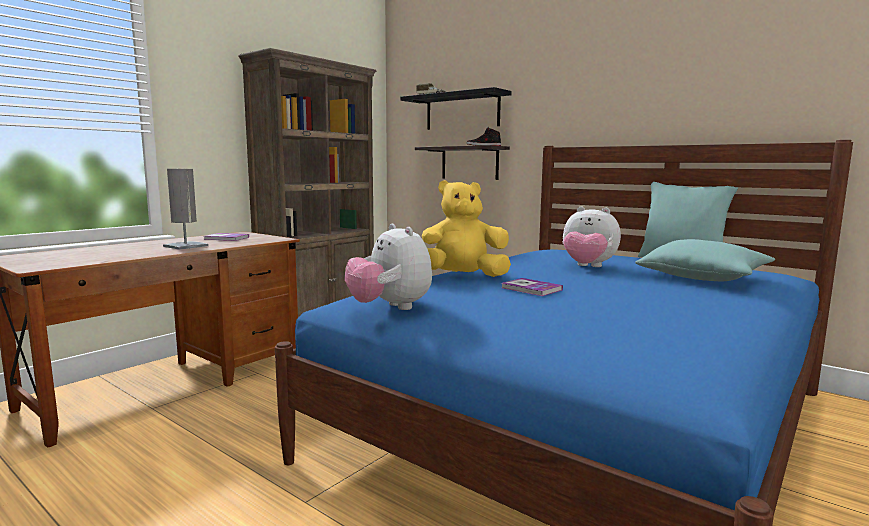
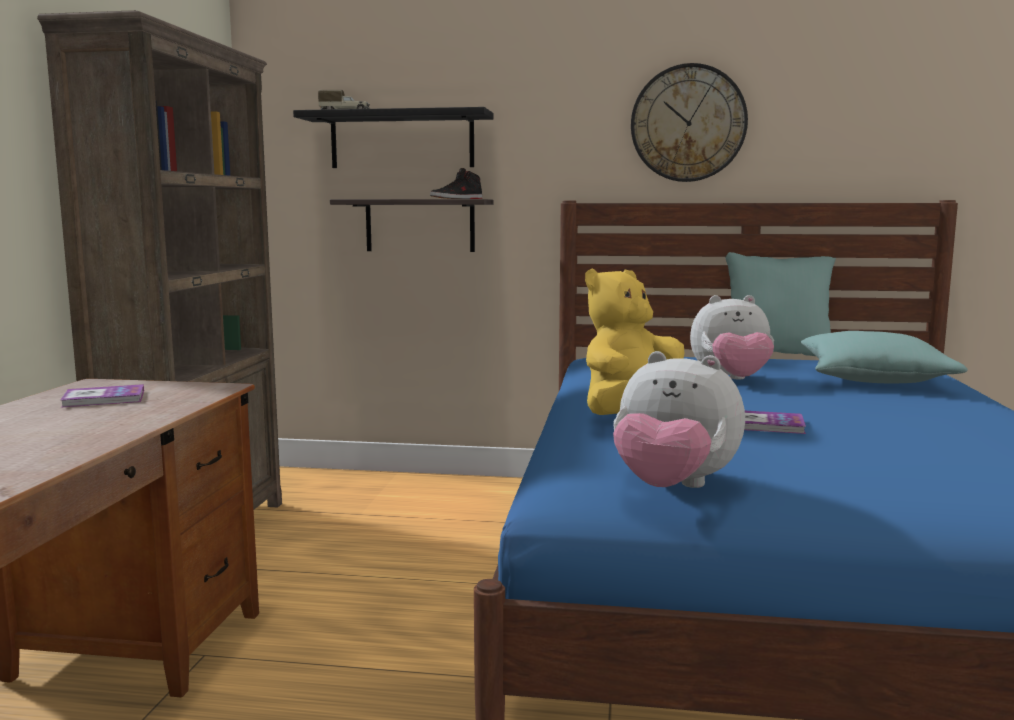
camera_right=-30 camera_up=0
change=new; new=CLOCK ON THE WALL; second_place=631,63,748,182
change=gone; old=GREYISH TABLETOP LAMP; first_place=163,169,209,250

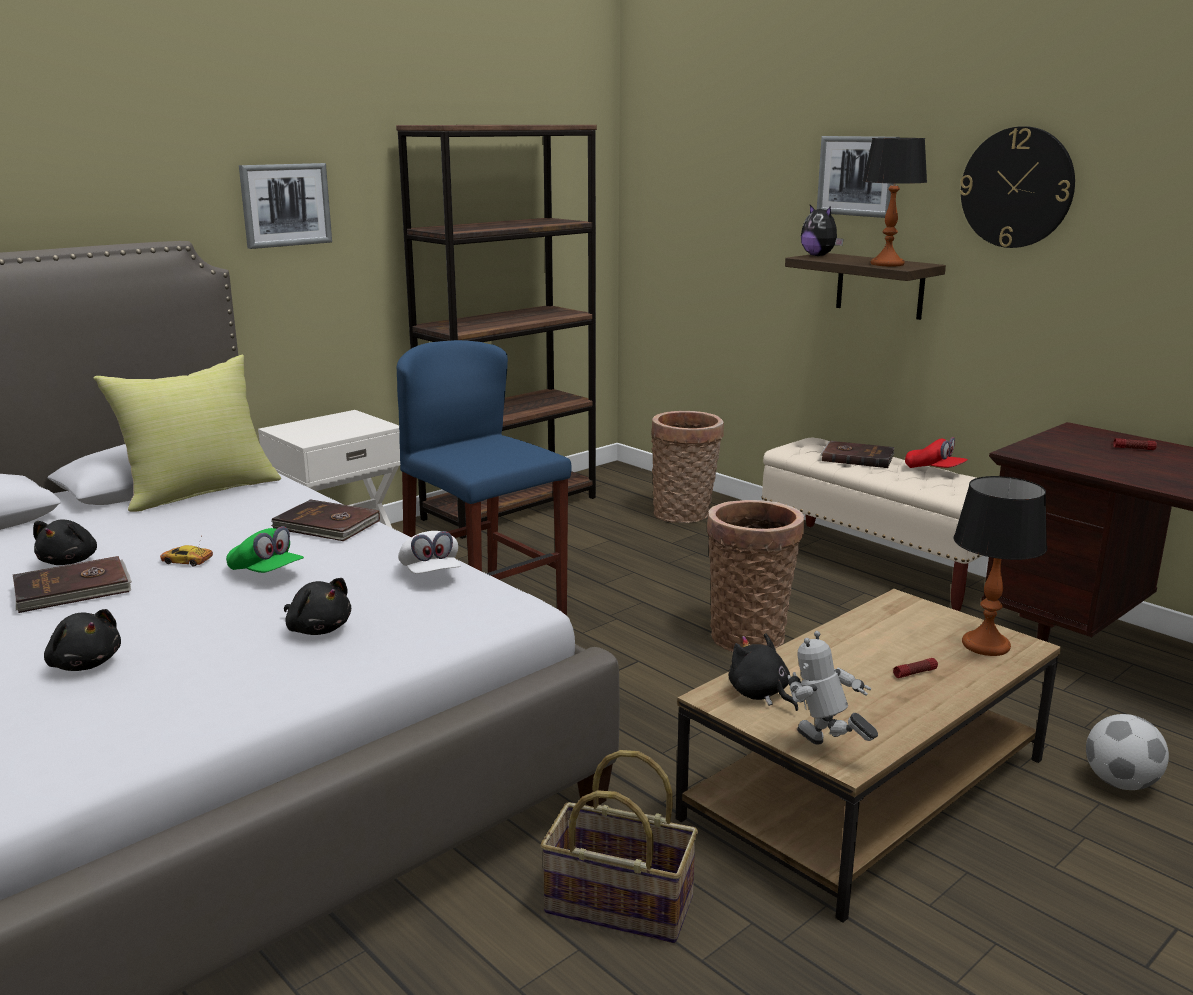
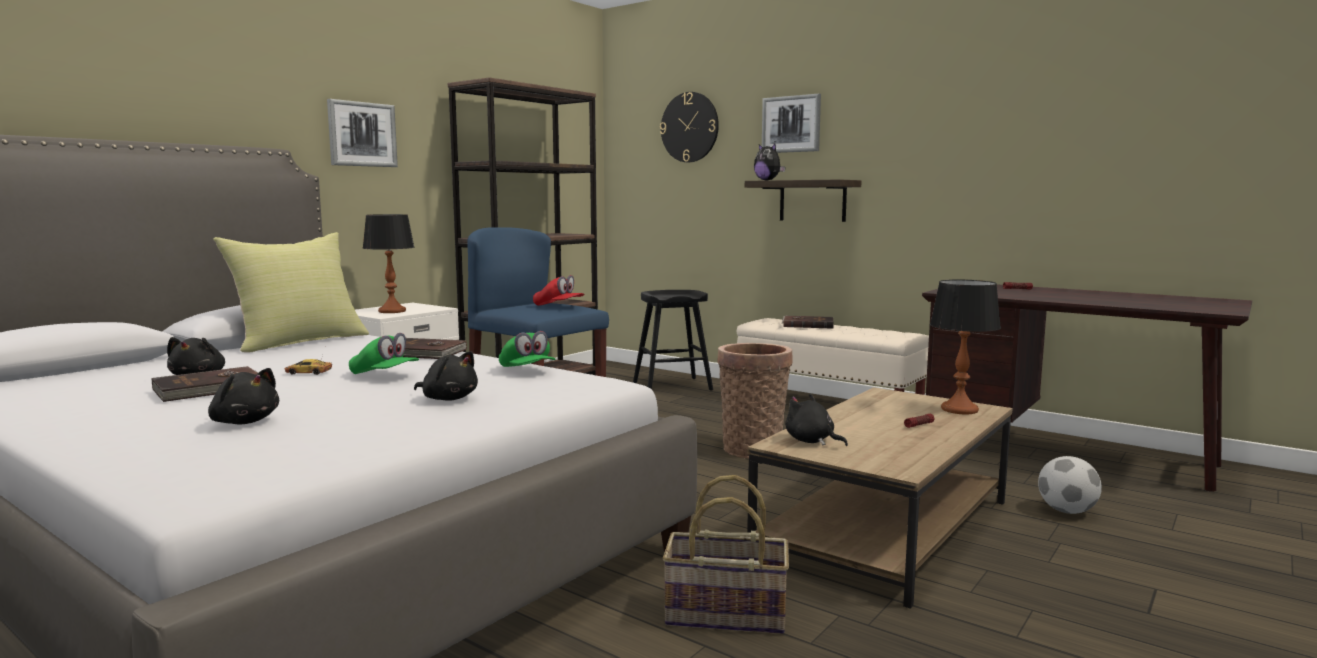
camera_right=-10 camera_up=-10
change=shifted; old=TABLETOP LAMP; first_place=863,138,927,266; second_place=363,214,415,313
change=repainted; old=WHITISH PEAKED CAP; new=GREEN PEAKED CAP; first_place=398,531,461,574; second_place=499,331,556,367
change=shifted; old=REDDISH PEAKED CAP; first_place=905,437,968,468; second_place=533,275,584,306
change=swapped; old=BASKET; new=BLACK-COLOURED STOOL SEAT; first_place=651,411,724,523; second_place=633,290,713,391
change=shifted; old=CLOCK ON THE WALL; first_place=960,126,1075,248; second_place=660,92,719,162
change=gone; old=TOY ROBOT; first_place=787,631,878,745

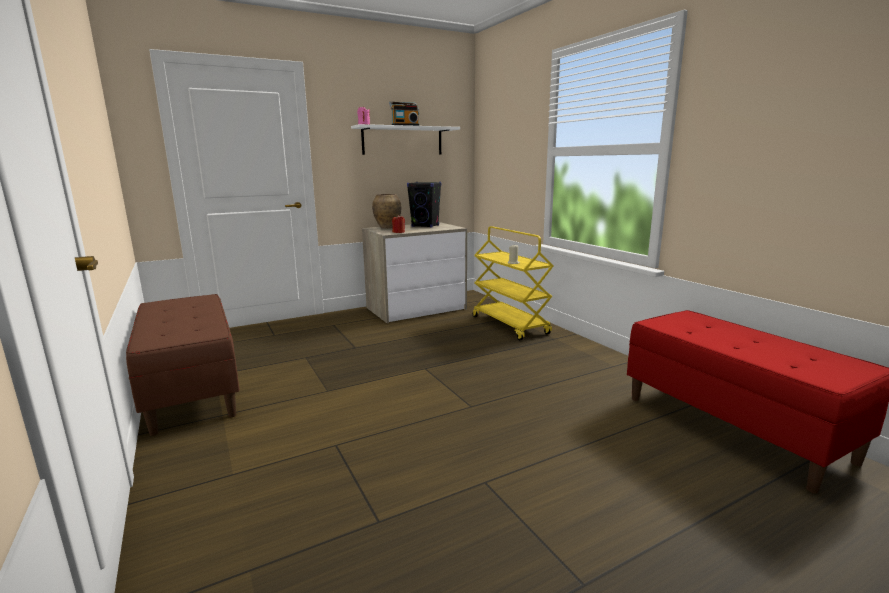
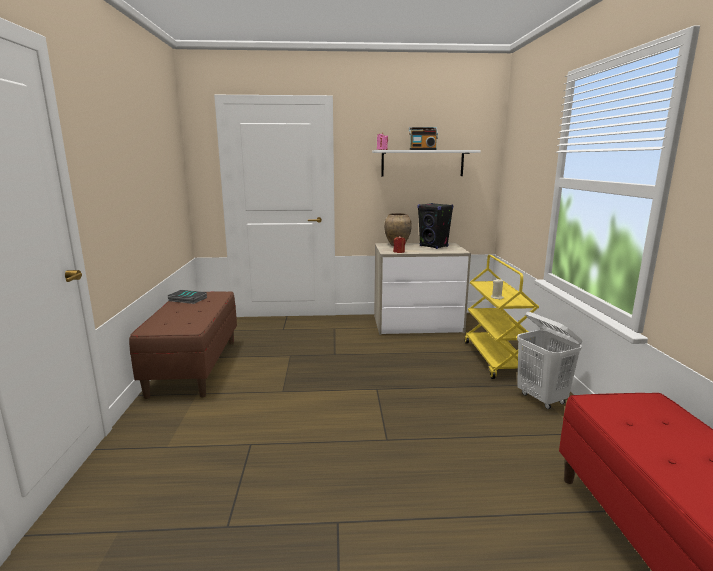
camera_right=25 camera_up=0
change=new; new=VOLUME; second_place=167,290,207,304
change=new; new=WHITISH HAMPER; second_place=517,312,582,409

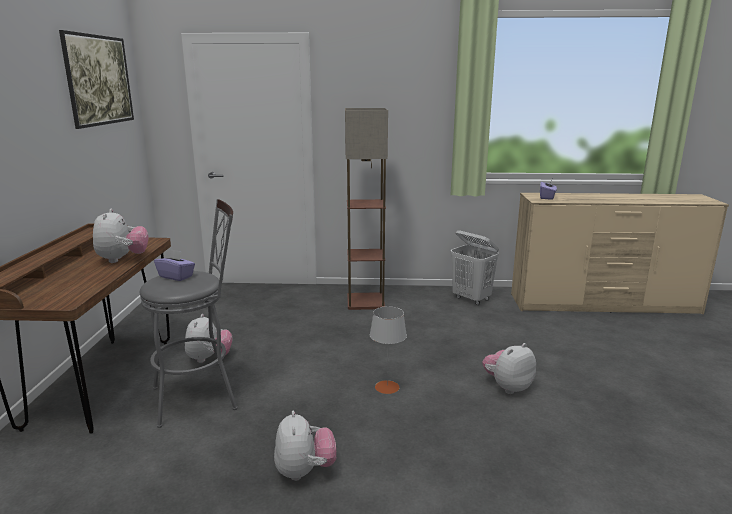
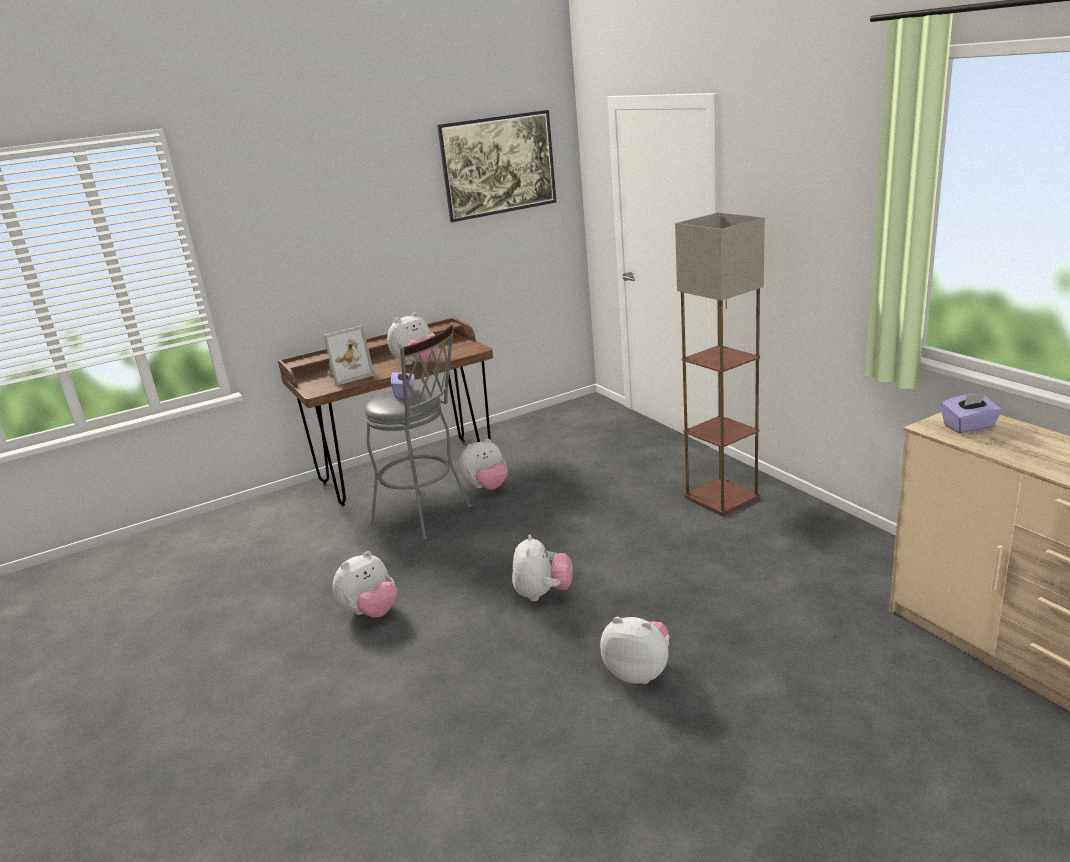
camera_right=60 camera_up=5
change=new; new=PHOTO FRAME; second_place=323,326,374,386
change=swapped; old=GREYISH TABLETOP LAMP; new=PLUSH TOY; first_place=370,306,407,394; second_place=512,535,572,602
change=gone; old=WHITISH HAMPER; first_place=451,230,499,305

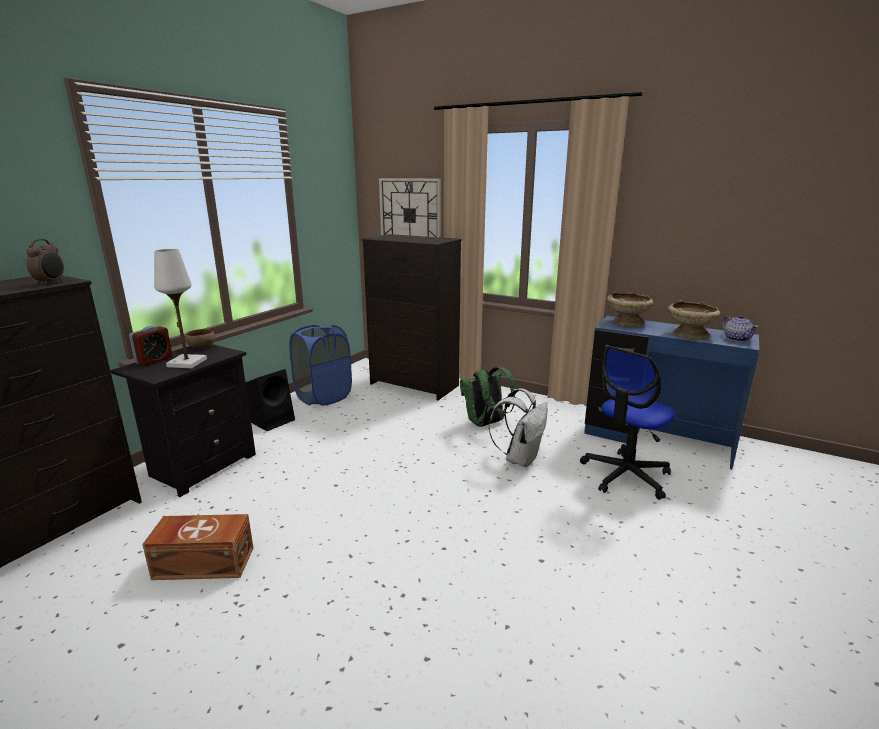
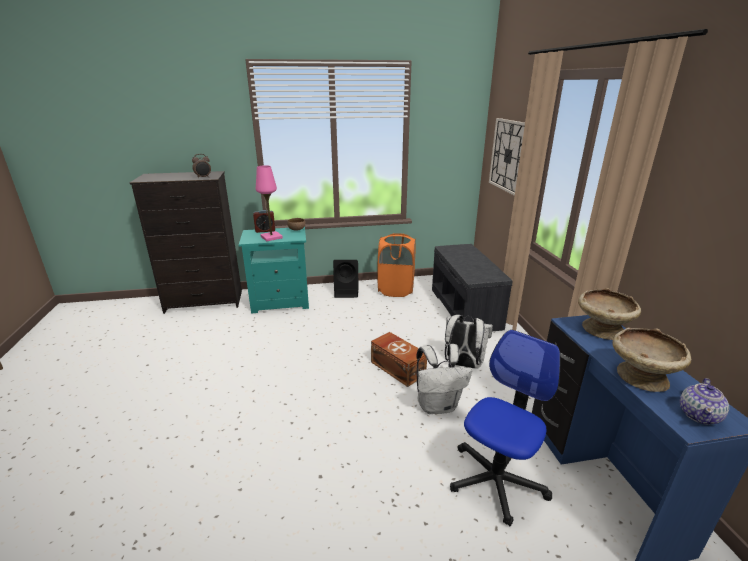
camera_right=50 camera_up=5
change=repainted; old=BLACK-COLOURED BEDSIDE TABLE; new=TURQUOISE BEDSIDE TABLE; first_place=110,344,256,497; second_place=239,227,309,313
change=repainted; old=WHITISH TABLETOP LAMP; new=PINK TABLETOP LAMP; first_place=154,249,207,368; second_place=256,165,283,241
change=shifted; old=BROWN STORAGE CONTAINER; first_place=142,514,253,580; second_place=371,332,427,387
change=repainted; old=BLUE HAMPER; new=ORANGE-COLOURED HAMPER; first_place=289,325,352,406; second_place=378,233,416,297
change=swapped; old=BLACK-COLOURED DRAWER CHEST; new=GREYISH LONG SEAT; first_place=361,234,462,401; second_place=432,244,512,332
change=repainted; old=GREEN KNAPSACK; new=WHITISH KNAPSACK; first_place=460,367,515,427; second_place=445,315,493,369
change=rotated; old=DESK CHAIR; first_place=580,346,675,500; second_place=450,330,560,526; degrees=120

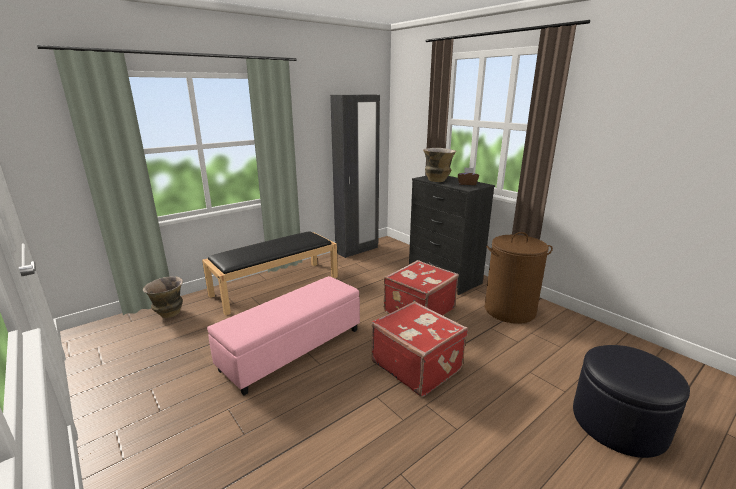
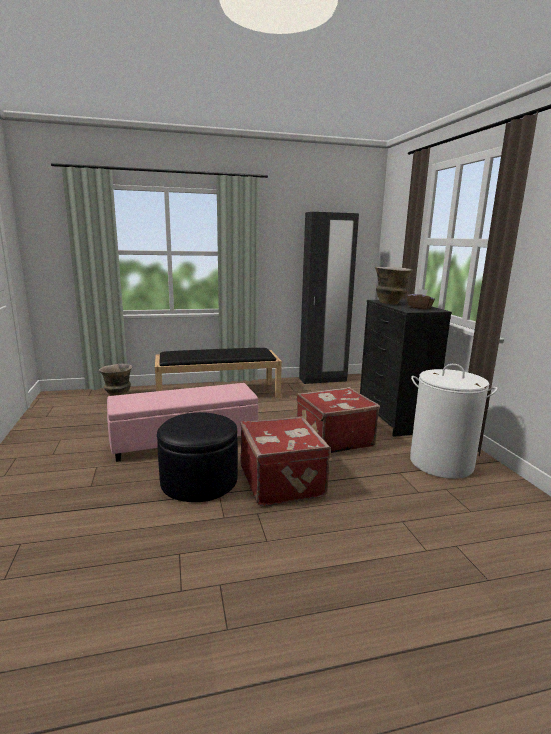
camera_right=25 camera_up=-5
change=shifted; old=BLACK-COLOURED POUFFE; first_place=573,345,690,458; second_place=157,412,238,502
change=repainted; old=BROWN HAMPER; new=WHITISH HAMPER; first_place=485,232,553,324; second_place=410,364,498,479

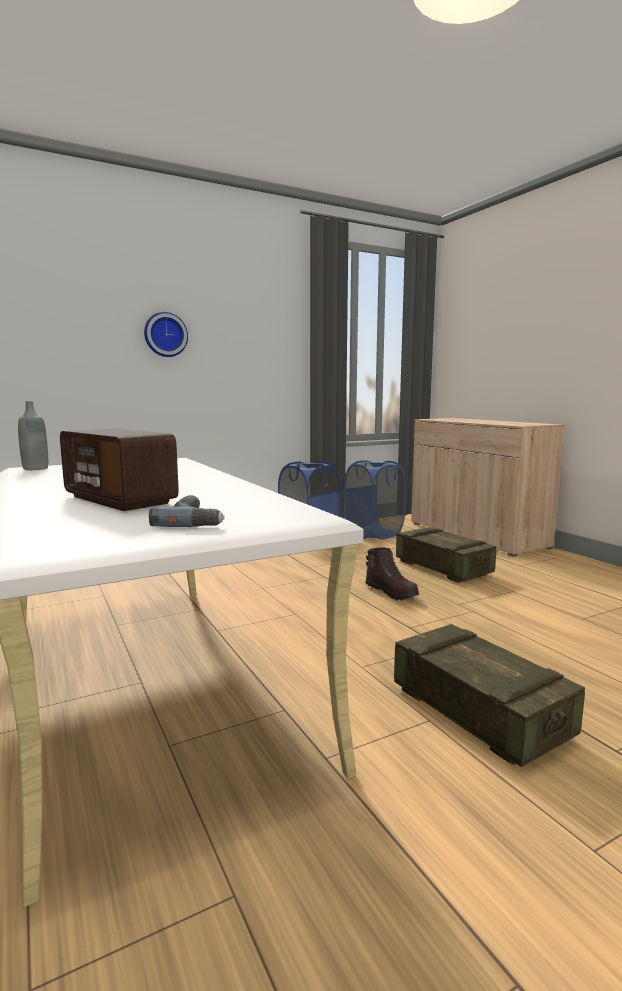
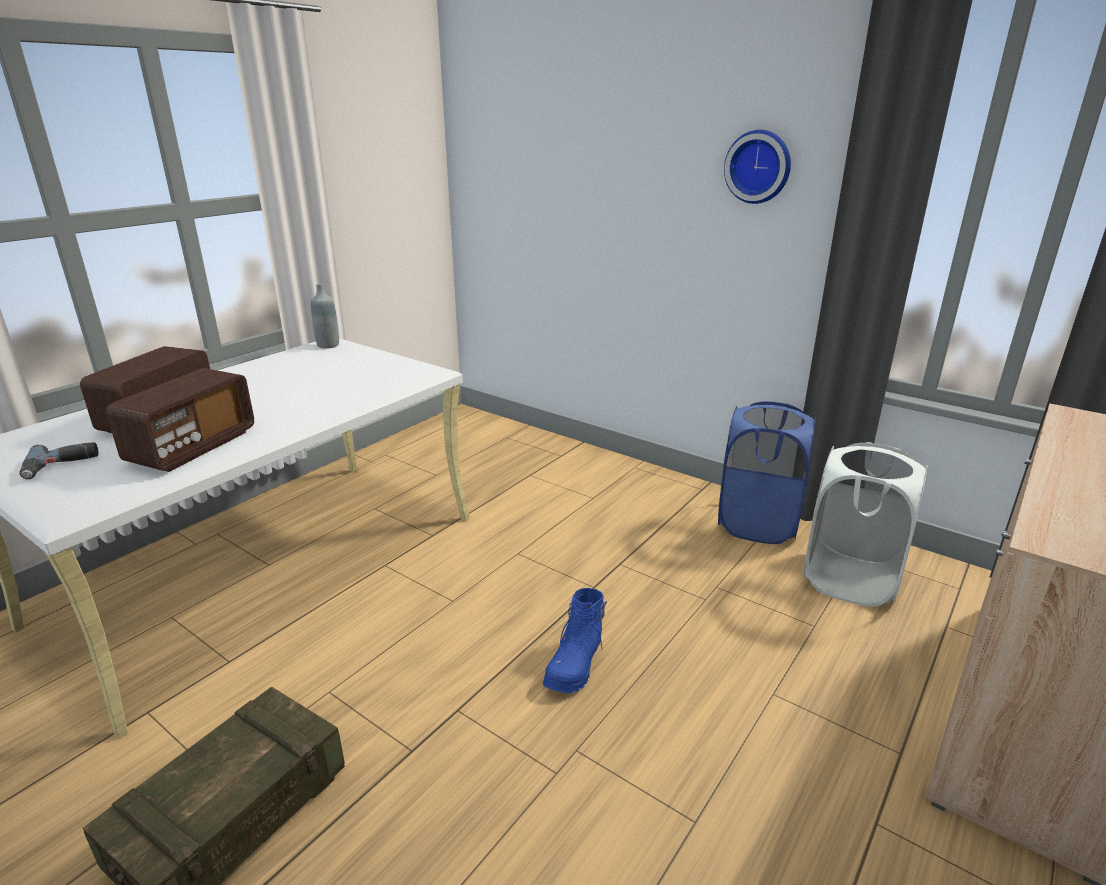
camera_right=65 camera_up=15
change=new; new=RADIO RECEIVER; second_place=106,368,254,472
change=repainted; old=BROWN HIGH-TOP BOOT; new=BLUE HIGH-TOP BOOT; first_place=365,547,419,601; second_place=543,588,607,693
change=shifted; old=CLOCK ON THE WALL; first_place=144,312,188,357; second_place=724,130,791,204
change=repainted; old=BLUE HAMPER; new=WHITISH HAMPER; first_place=344,460,406,539; second_place=803,442,927,607
change=gone; old=PACKING CRATE; first_place=396,527,497,583

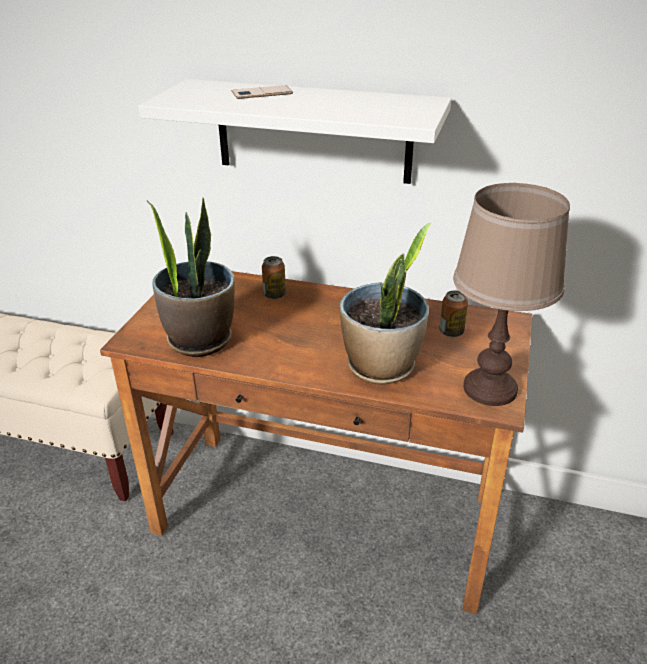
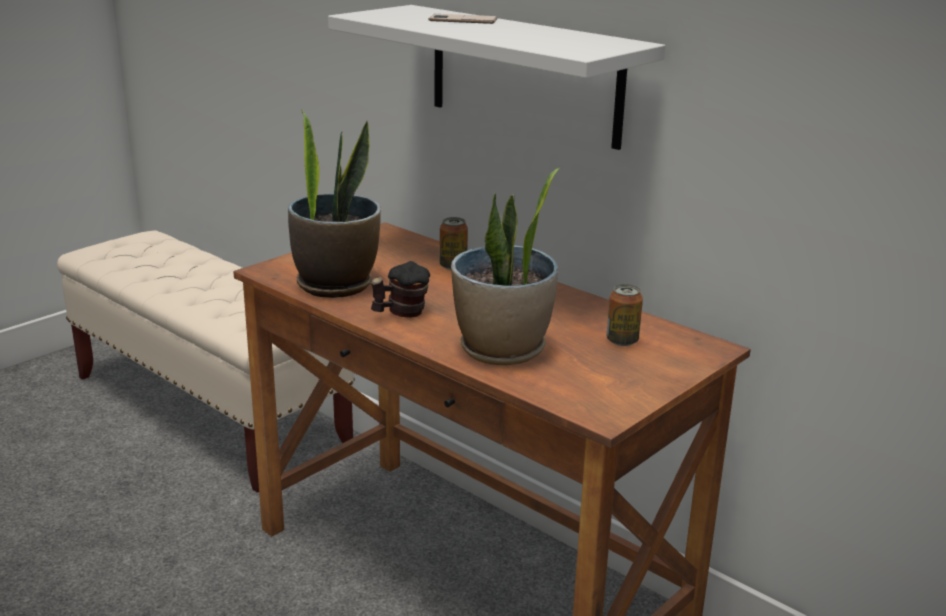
camera_right=25 camera_up=-10
change=new; new=TEA MUG; second_place=371,261,430,318
change=gone; old=BROWN TABLETOP LAMP; first_place=453,183,570,406

